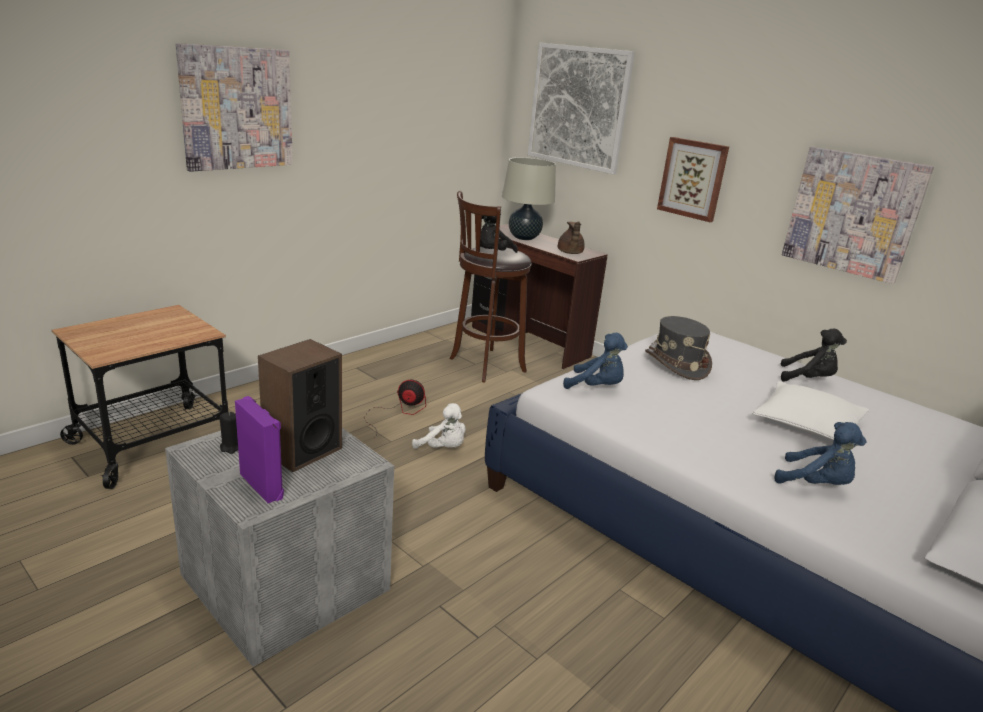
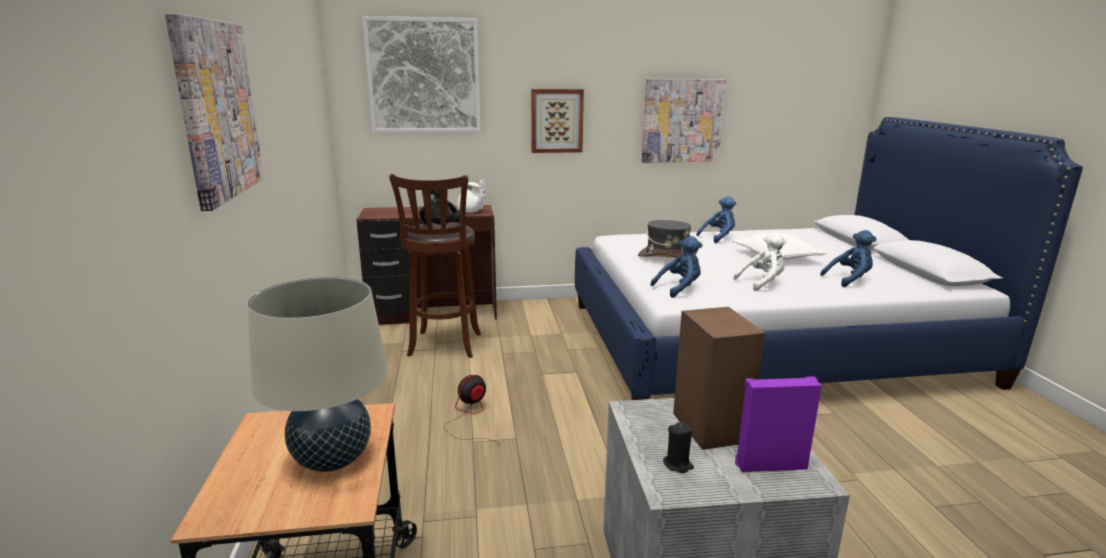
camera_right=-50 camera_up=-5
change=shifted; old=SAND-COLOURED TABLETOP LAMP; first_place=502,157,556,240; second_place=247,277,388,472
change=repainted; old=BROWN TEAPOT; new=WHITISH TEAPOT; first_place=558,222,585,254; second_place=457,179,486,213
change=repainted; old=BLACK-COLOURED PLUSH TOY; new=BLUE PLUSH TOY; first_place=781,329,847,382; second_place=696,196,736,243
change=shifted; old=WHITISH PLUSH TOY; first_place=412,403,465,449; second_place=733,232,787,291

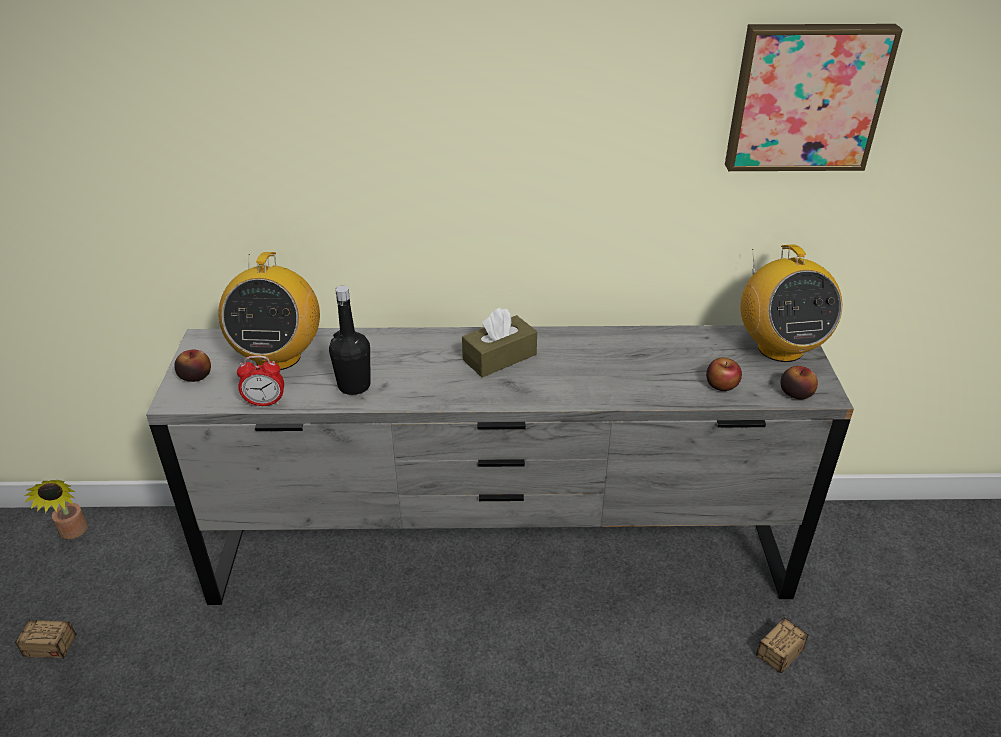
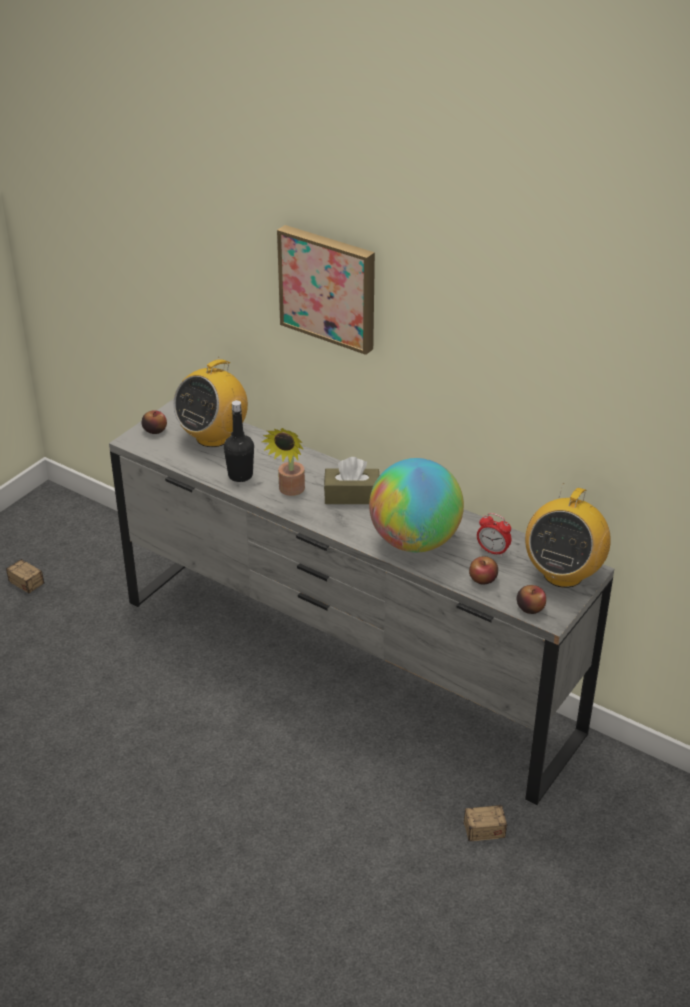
camera_right=35 camera_up=0
change=shifted; old=POTTED PLANT; first_place=24,480,88,539; second_place=262,428,305,496
change=shifted; old=WALL ART; first_place=725,24,903,171; second_place=277,225,375,355
change=new; new=GLOBE; second_place=369,458,464,552
change=shifted; old=TABLE CLOCK; first_place=237,355,284,406; second_place=477,513,512,557

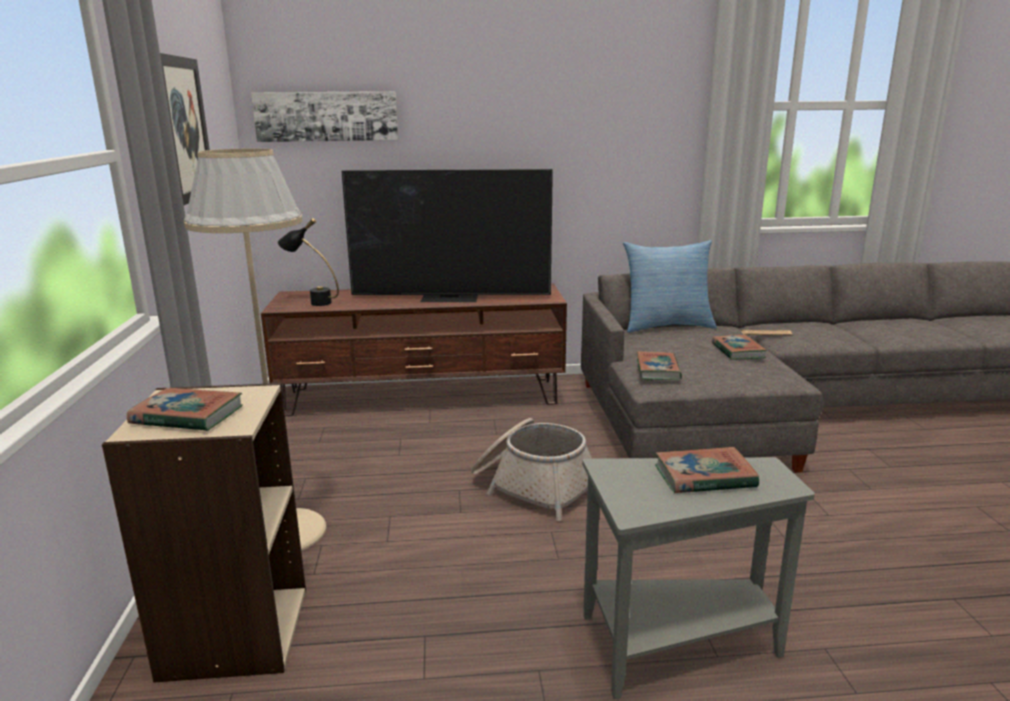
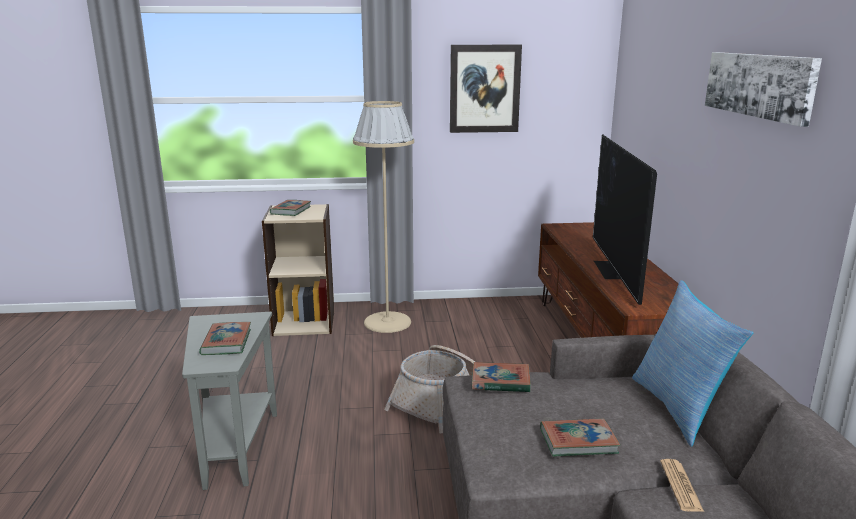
camera_right=90 camera_up=0
change=shifted; old=WALL ART; first_place=251,91,398,142; second_place=705,52,822,127
change=gone; old=BLACK-COLOURED TABLETOP LAMP; first_place=278,218,339,306

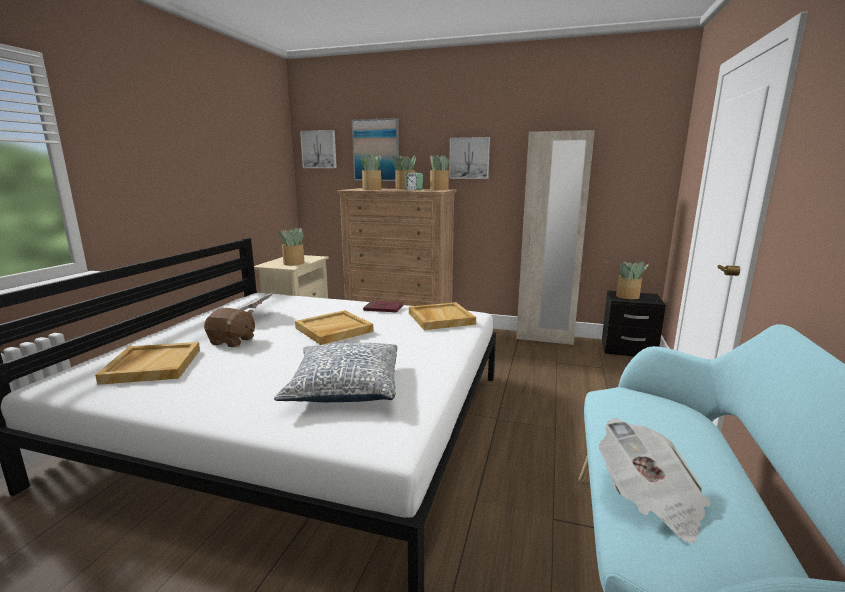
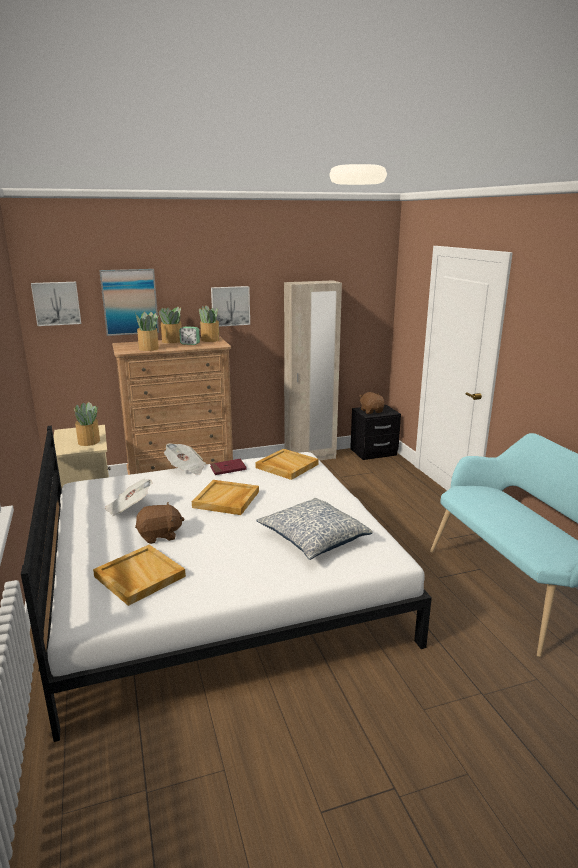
camera_right=-35 camera_up=5
change=shifted; old=PRINTED PAPER; first_place=599,419,711,543; second_place=164,443,206,475
change=swapped; old=POTTED PLANT; new=BROWN PLUSH TOY; first_place=616,261,649,299; second_place=359,392,384,414

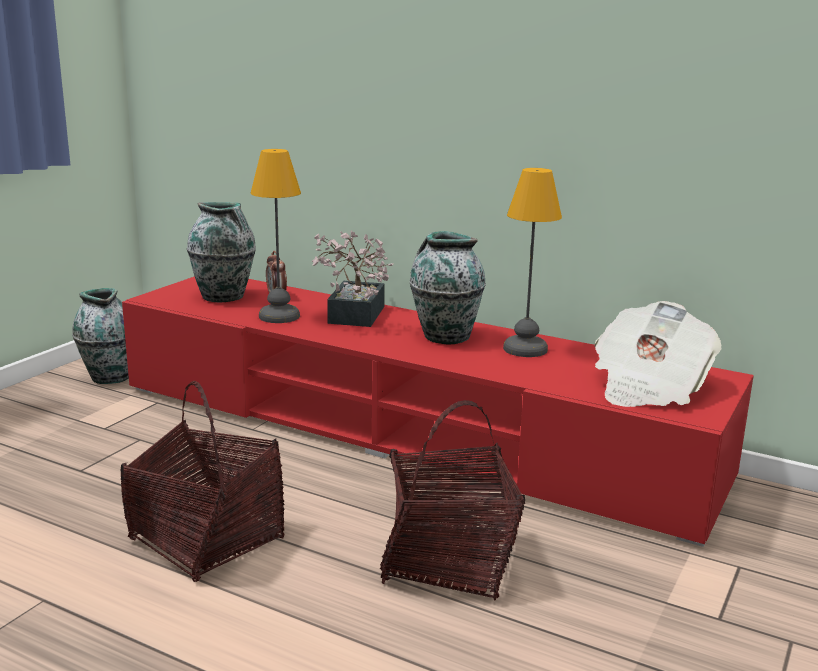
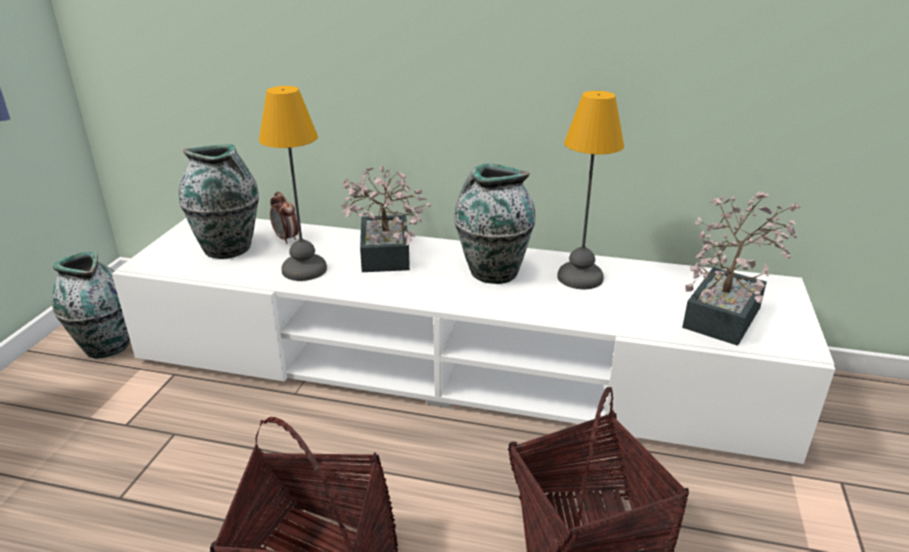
camera_right=-15 camera_up=10
change=repainted; old=REDDISH TV STAND; new=WHITISH TV STAND; first_place=122,276,754,547; second_place=112,218,835,464
change=swapped; old=PRINTED PAPER; new=POTTED PLANT; first_place=594,301,722,407; second_place=682,191,801,346

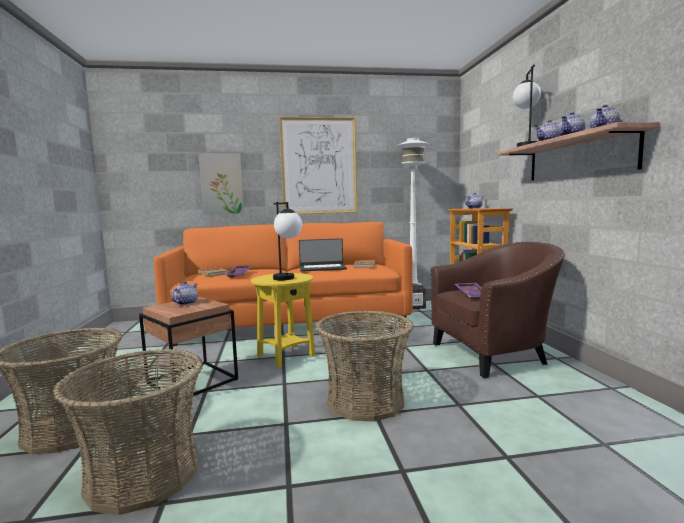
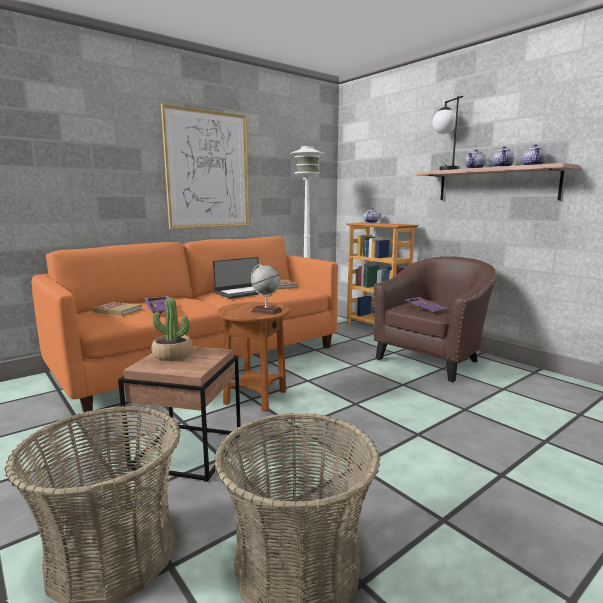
camera_right=-30 camera_up=5
change=swapped; old=TEAPOT; new=POTTED PLANT; first_place=171,281,198,305; second_place=152,298,193,361
change=repainted; old=YELLOW-COLOURED SIDE TABLE; new=BROWN SIDE TABLE; first_place=251,273,315,368; second_place=217,302,289,412
change=swapped; old=TABLETOP LAMP; new=GLOBE; first_place=273,202,302,280; second_place=251,263,282,315
change=gone; old=WALL ART; first_place=199,153,244,214
change=gone; old=BASKET; first_place=316,311,414,422

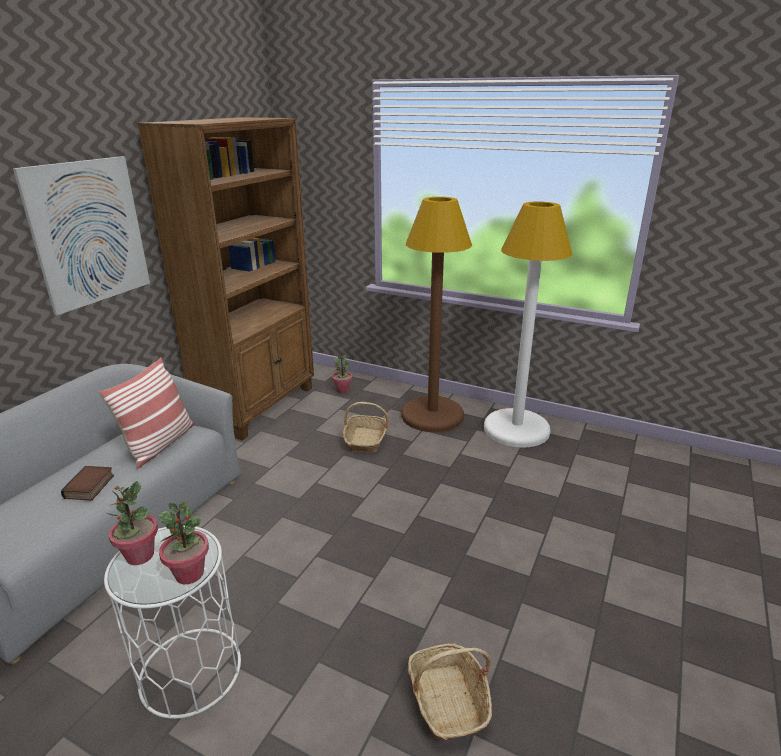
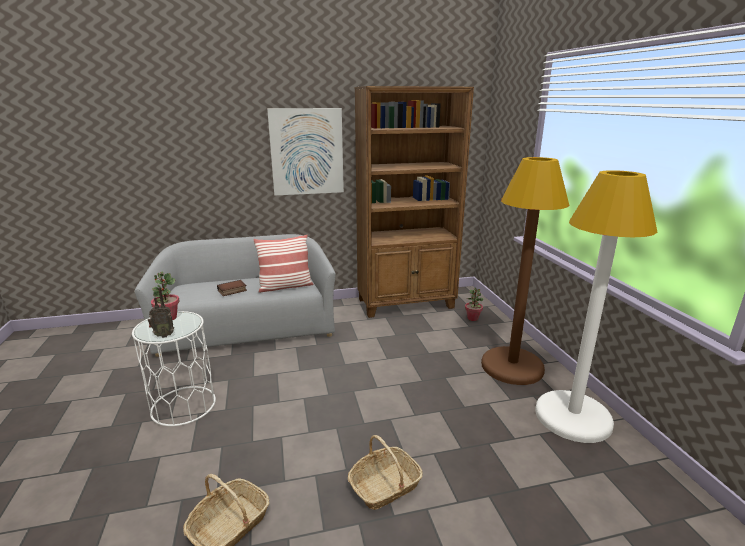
camera_right=50 camera_up=-5
change=swapped; old=POTTED PLANT; new=RADIO RECEIVER; first_place=159,502,209,584; second_place=148,288,174,338
change=shifted; old=BASKET; first_place=343,402,389,453; second_place=348,435,423,510

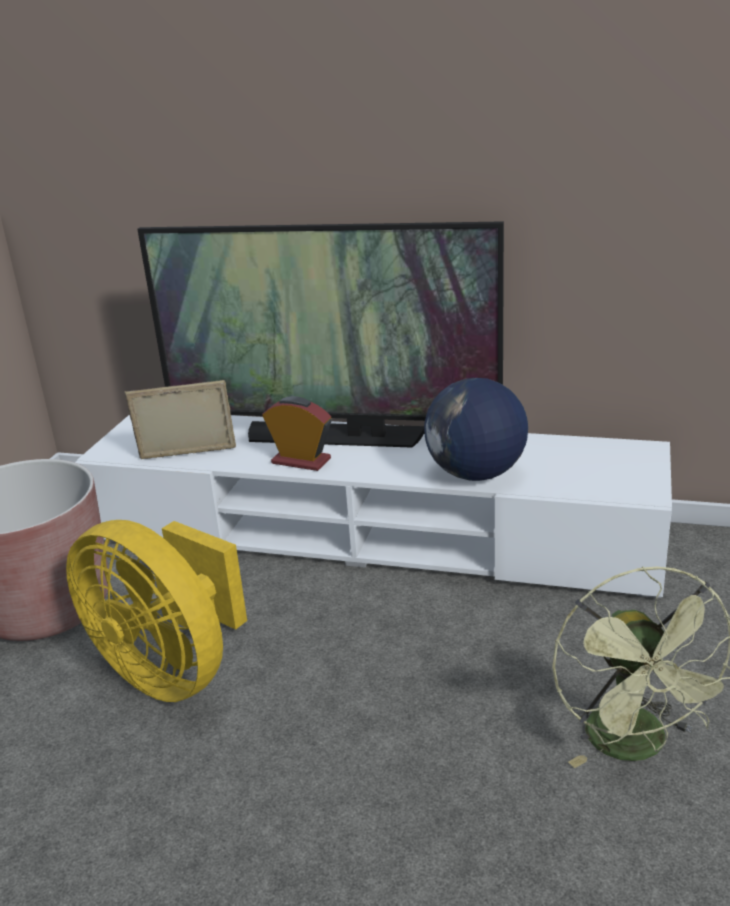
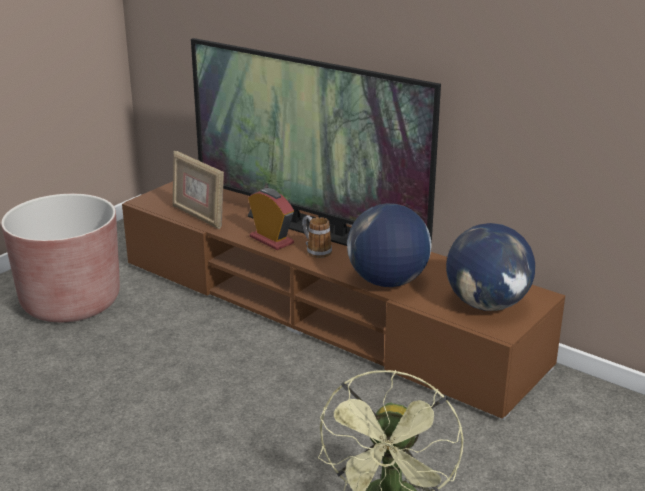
camera_right=20 camera_up=0
change=repainted; old=WHITISH TV STAND; new=BROWN TV STAND; first_place=75,414,672,598; second_place=122,181,565,420
change=rotated; old=PHOTO FRAME; first_place=125,380,236,459; second_place=173,151,224,229; degrees=-150
change=new; new=TEA MUG; second_place=302,215,332,258
change=new; new=GLOBE; second_place=446,223,535,311
change=gone; old=YELLOW-COLOURED FAN; first_place=66,520,247,702

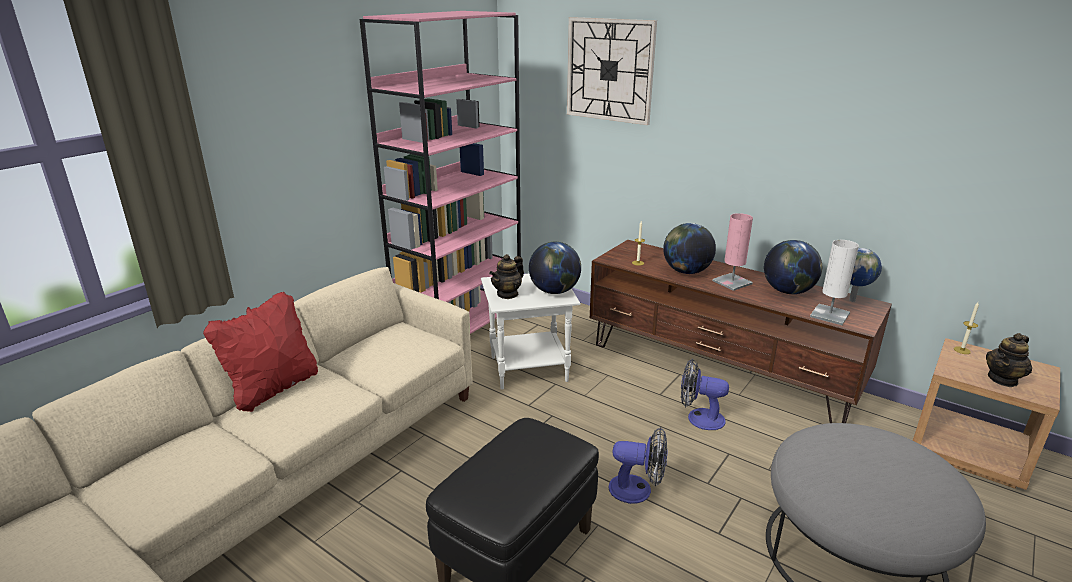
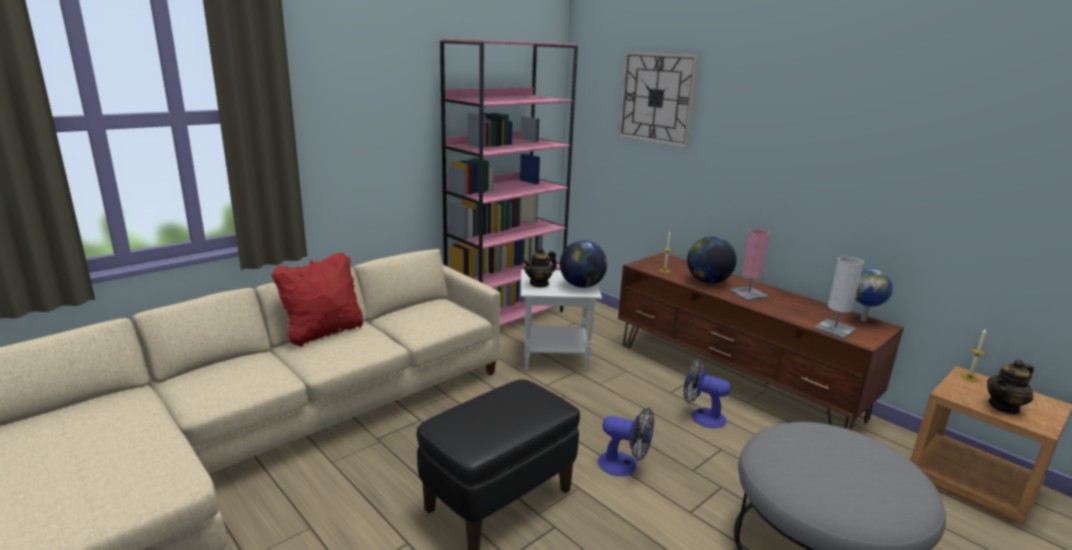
camera_right=10 camera_up=-5
change=gone; old=GLOBE; first_place=764,240,822,294

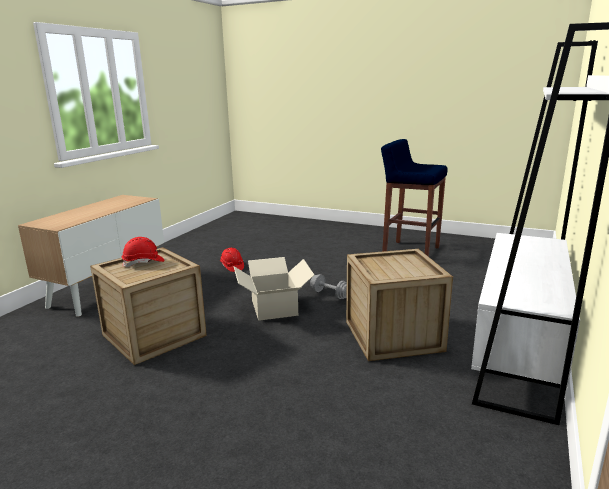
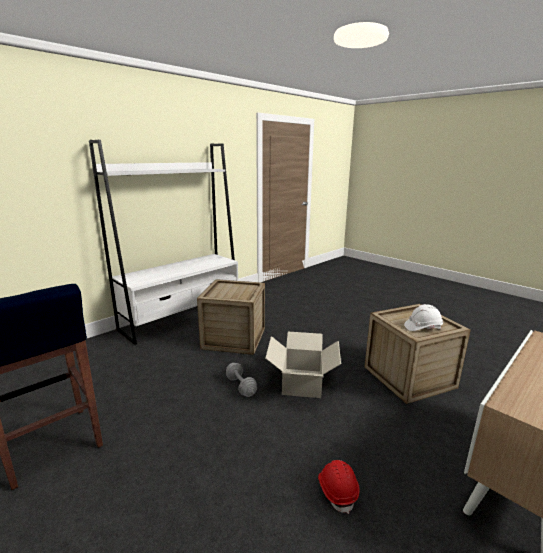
camera_right=-160 camera_up=0
change=repainted; old=REDDISH WORK HELMET; new=WHITISH WORK HELMET; first_place=122,237,164,267; second_place=404,304,443,331

